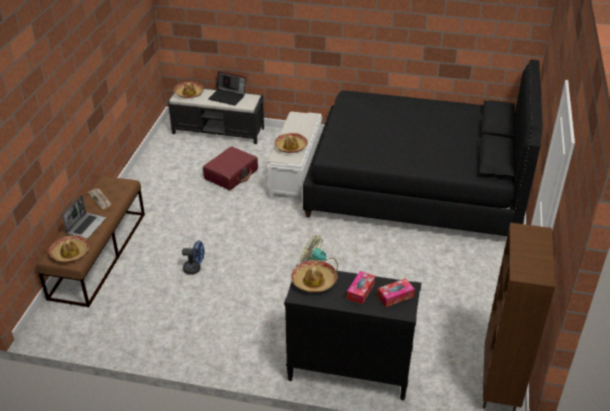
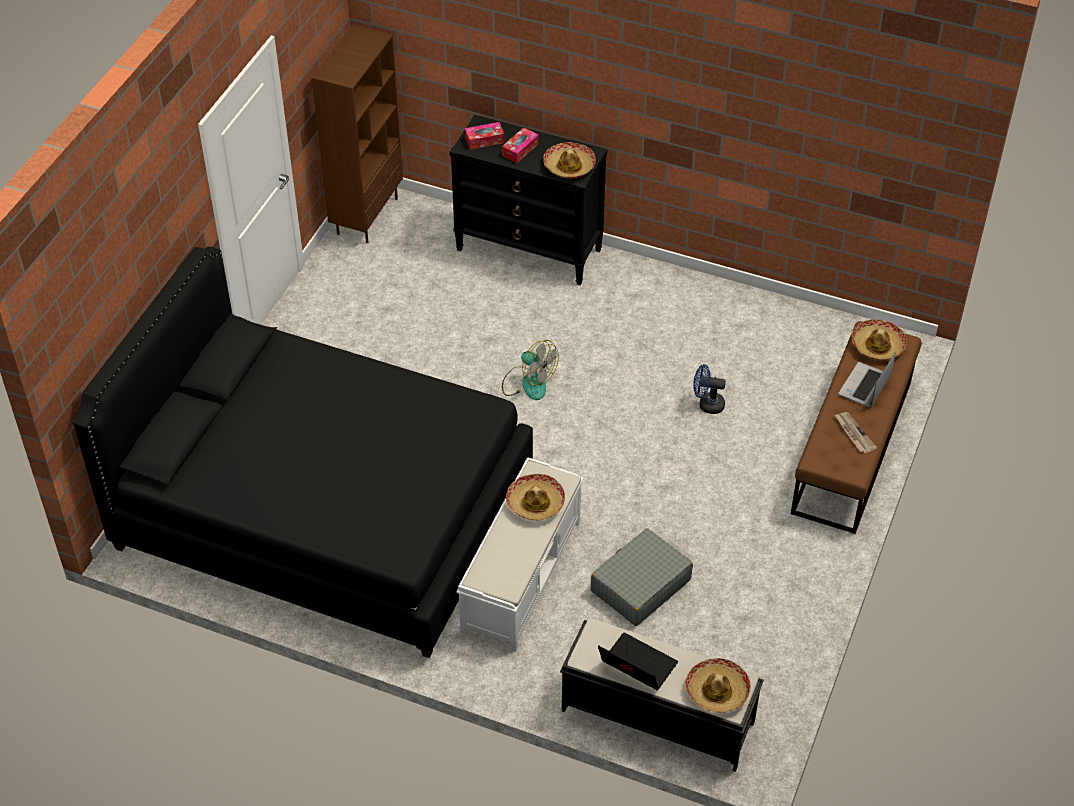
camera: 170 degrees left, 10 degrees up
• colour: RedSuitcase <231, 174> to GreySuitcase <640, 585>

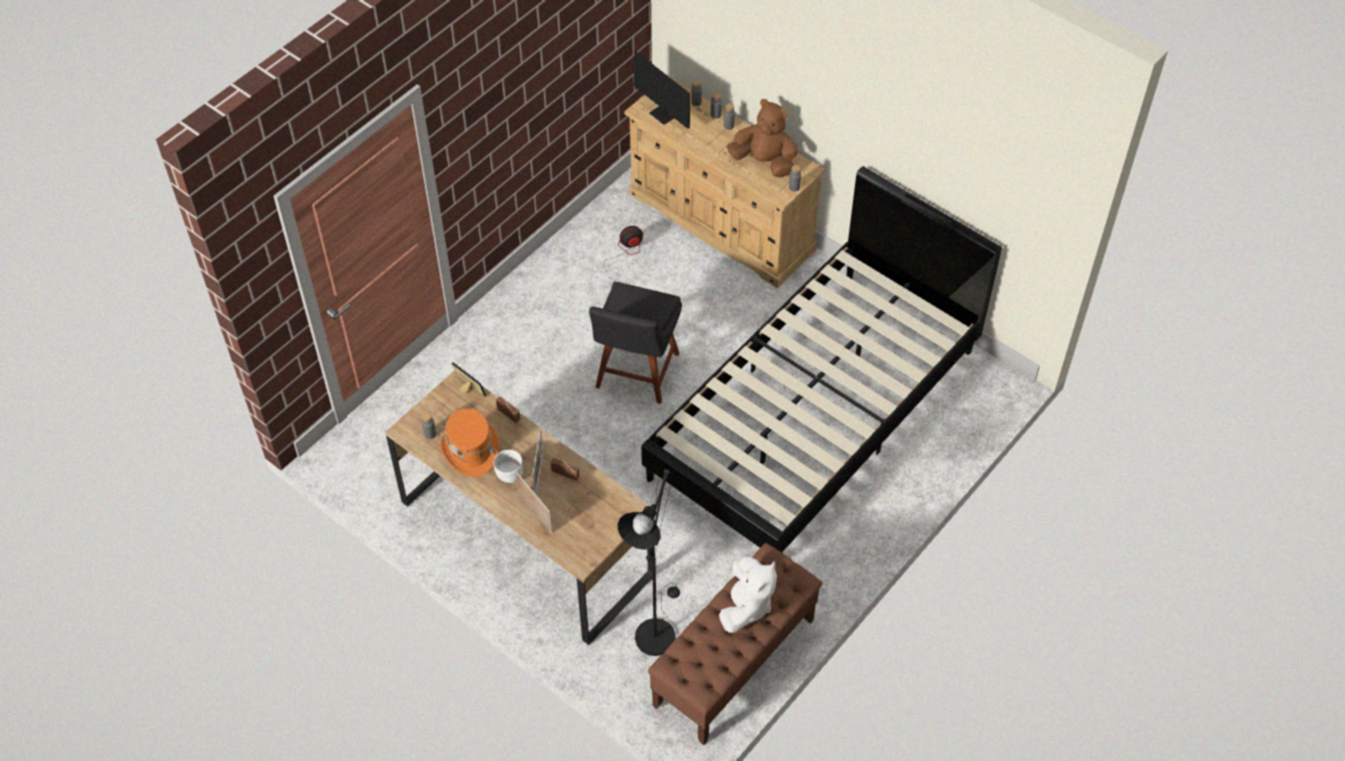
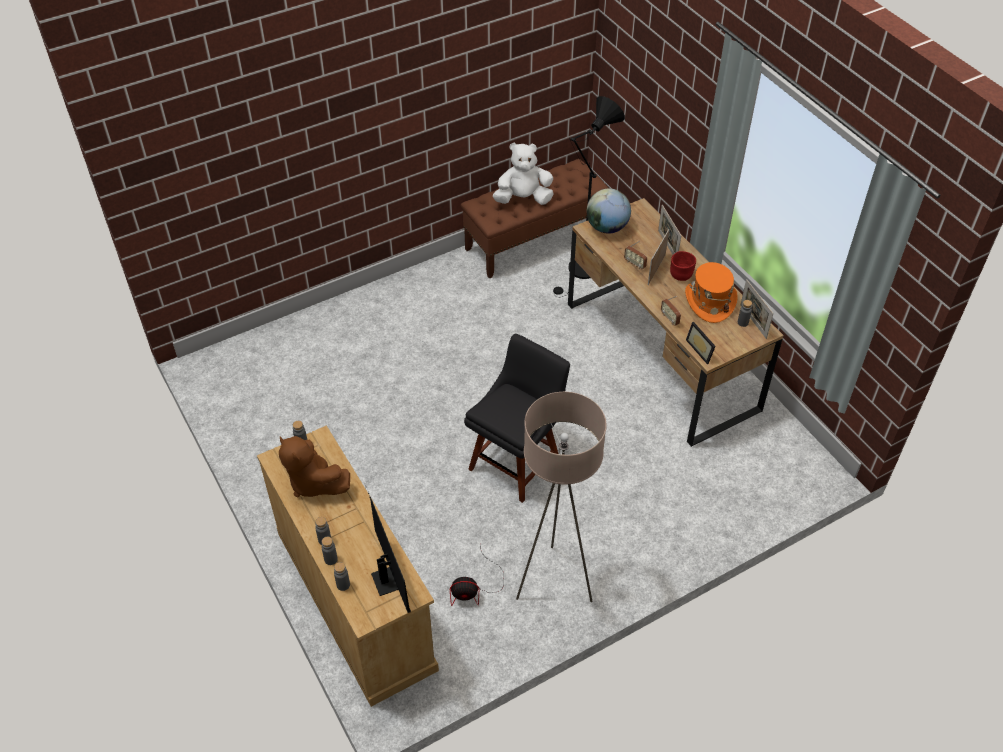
camera: 160 degrees left, 5 degrees down
• spun: WhitePlushToy <746, 606> = <523, 199> 45 degrees clockwise
• appeared: BeigeFloorLamp <553, 582>
• appeared: Globe <607, 227>
• colour: WhiteBowl <509, 475> to RedBowl <681, 275>
• appeared: PictureFrame <753, 321>
• missing: BlackBed <814, 413>

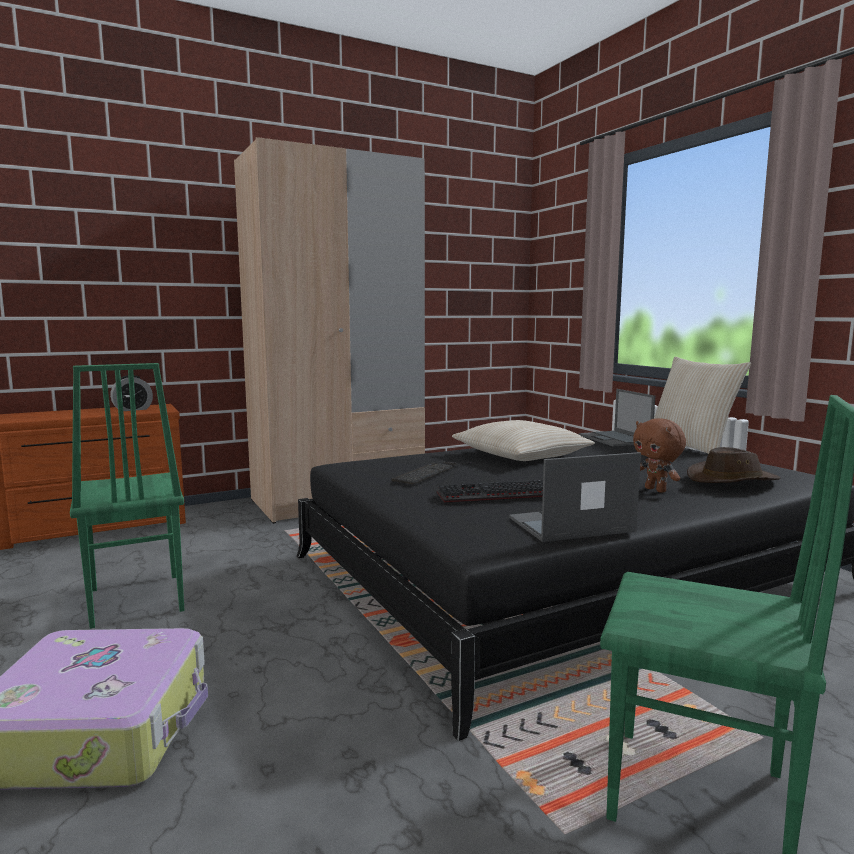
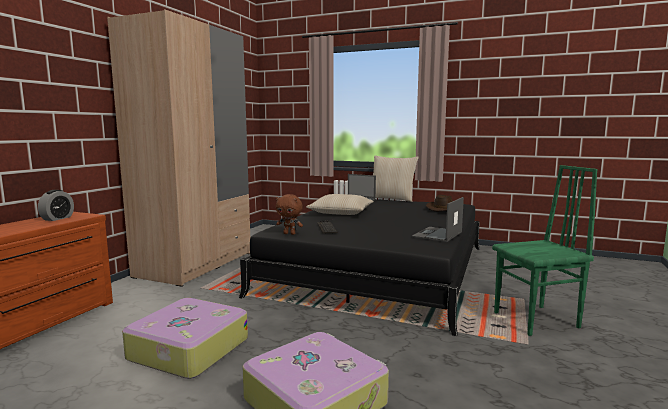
camera: 40 degrees left, 0 degrees up
• exchanged: GreenChair <134, 600> to Suitcase <187, 349>
• relocated: BrownPlushToy <656, 490> to <289, 234>
• missing: Keyboard <495, 496>

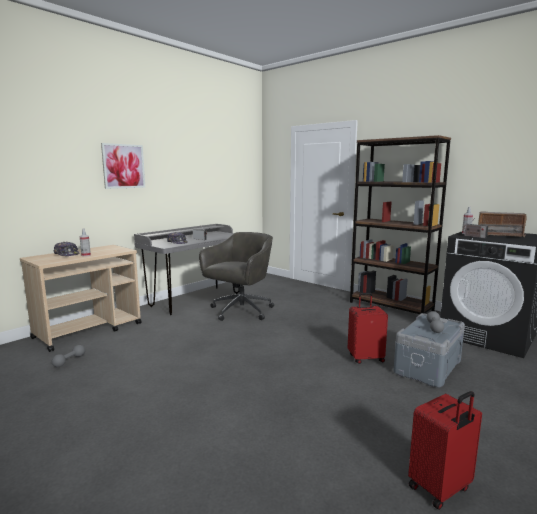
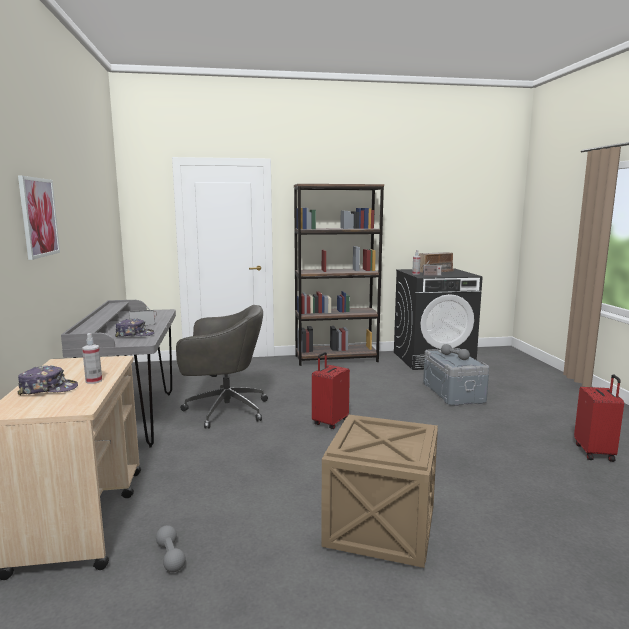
camera: 50 degrees left, 0 degrees up
• spun: GreyOfficeChair <240, 311> = <224, 410> 105 degrees clockwise
• relocated: RedSuitcase <365, 358> to <329, 422>
• appeared: Crate <380, 527>

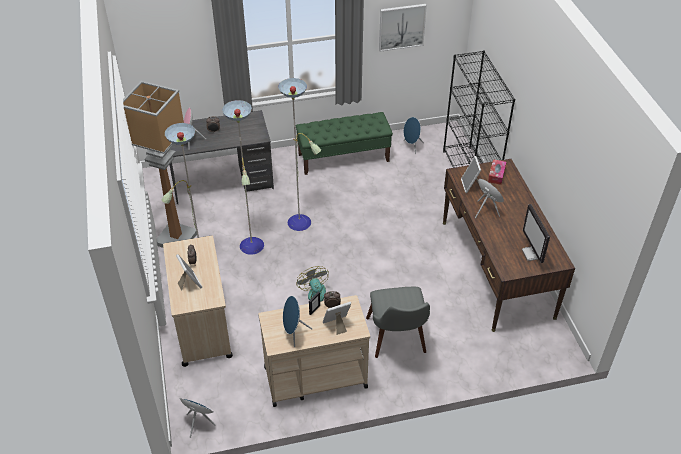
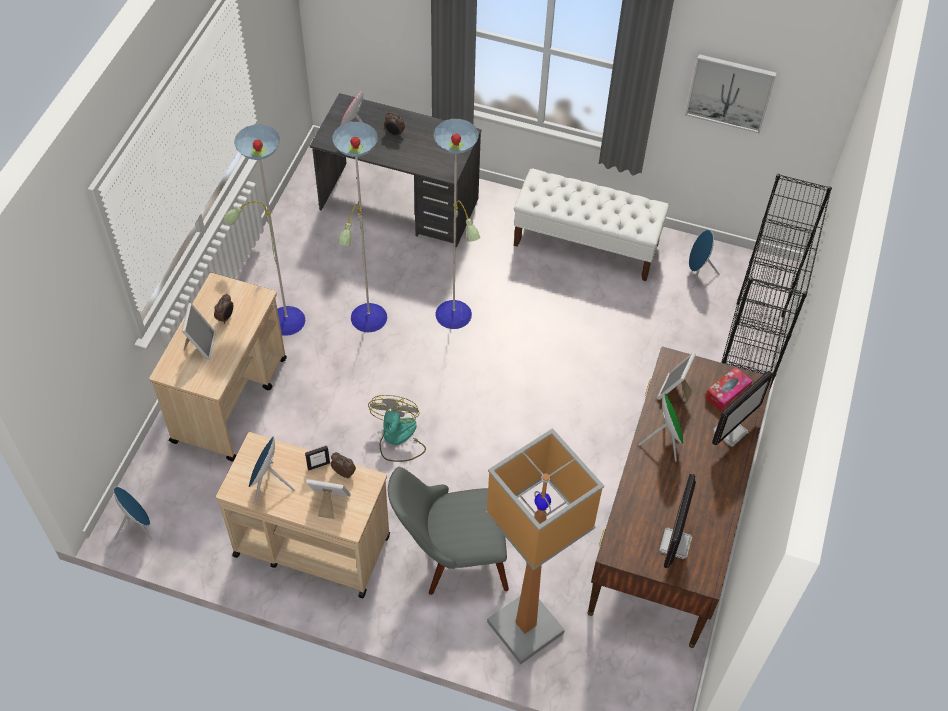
camera: 30 degrees right, 10 degrees up
• spun: GreyChair <398, 342> = <451, 557> 60 degrees clockwise
• relocated: FloorLamp <177, 238> to <527, 628>
• colour: GreenBench <344, 158> to WhiteBench <586, 244>
• appeared: Monitor <730, 431>

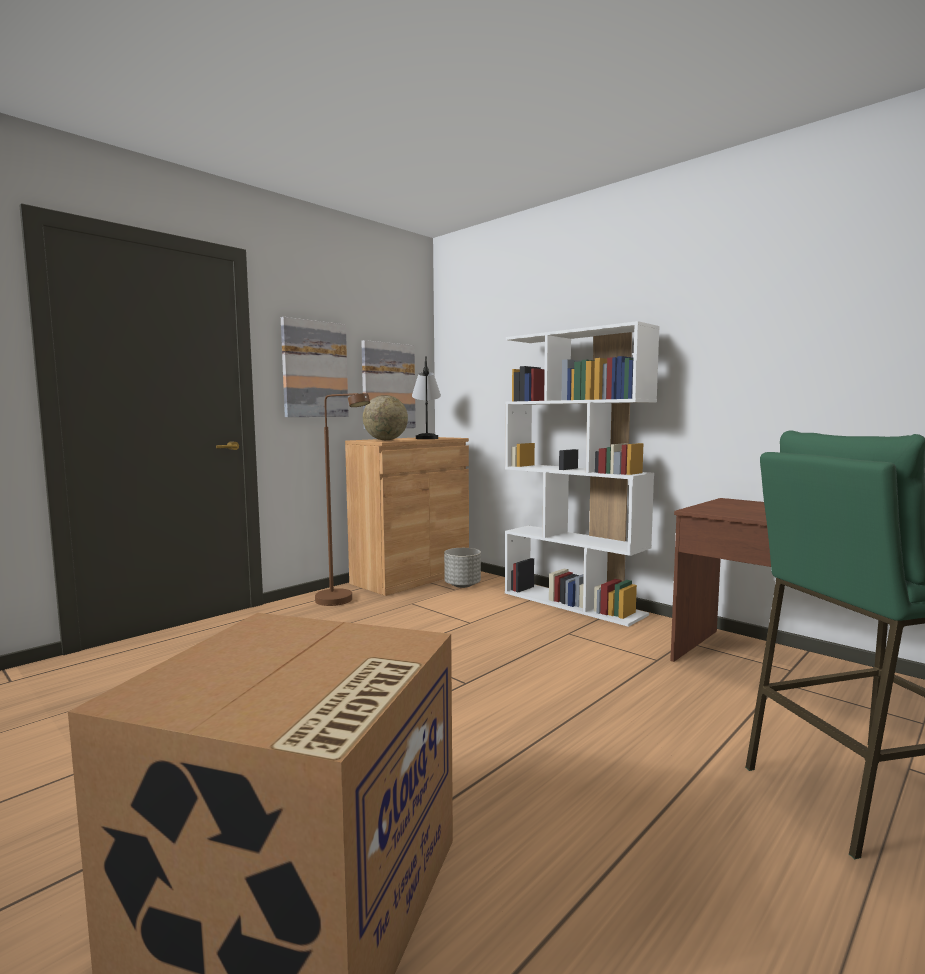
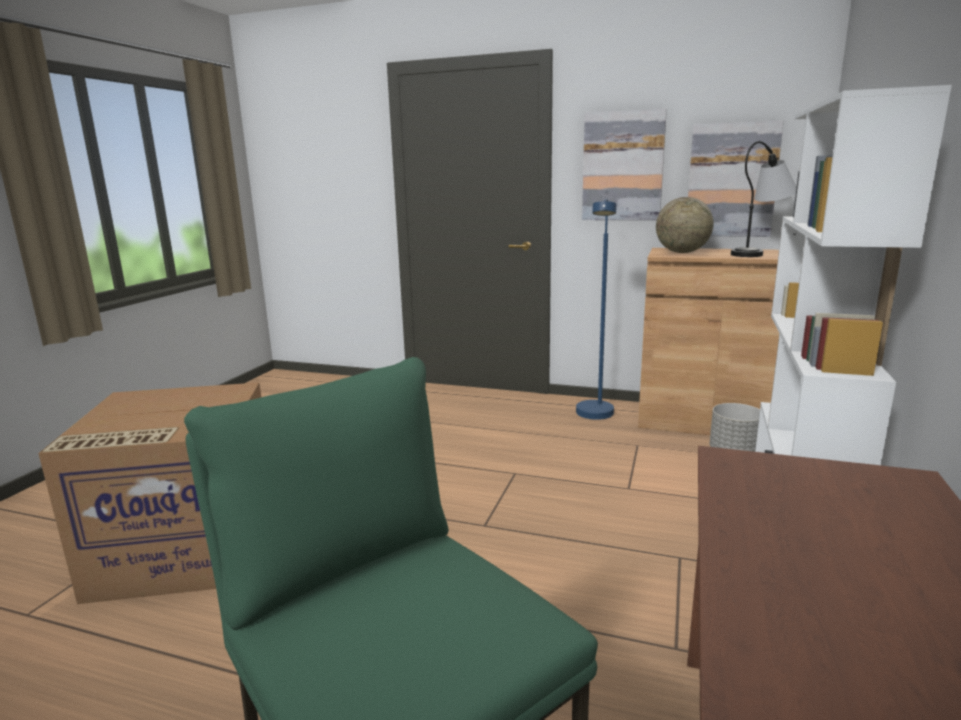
camera: 65 degrees right, 10 degrees up
• colour: BrownFloorLamp <342, 601> to BlueFloorLamp <595, 416>

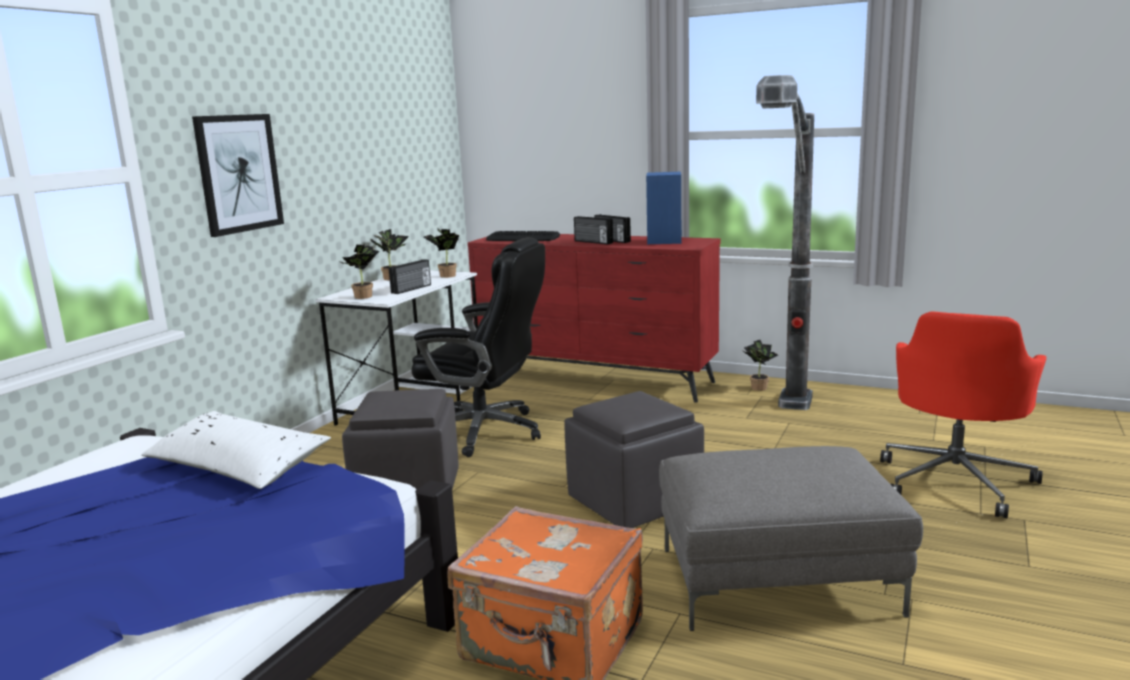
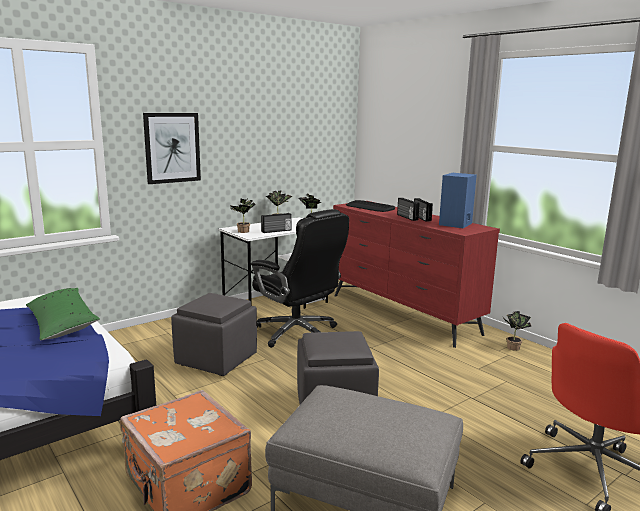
camera: 25 degrees right, 0 degrees up
• colour: WhitePillow <238, 467> to GreenPillow <62, 323>
• missing: FloorLamp <783, 442>

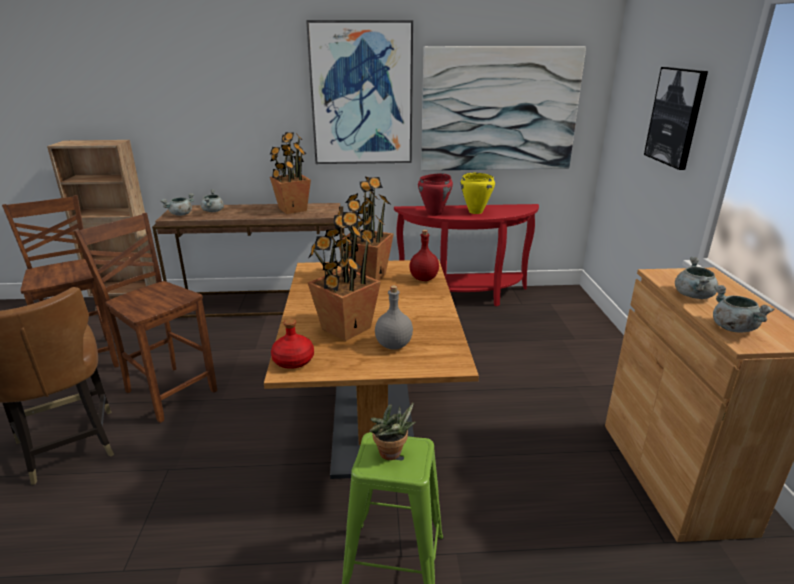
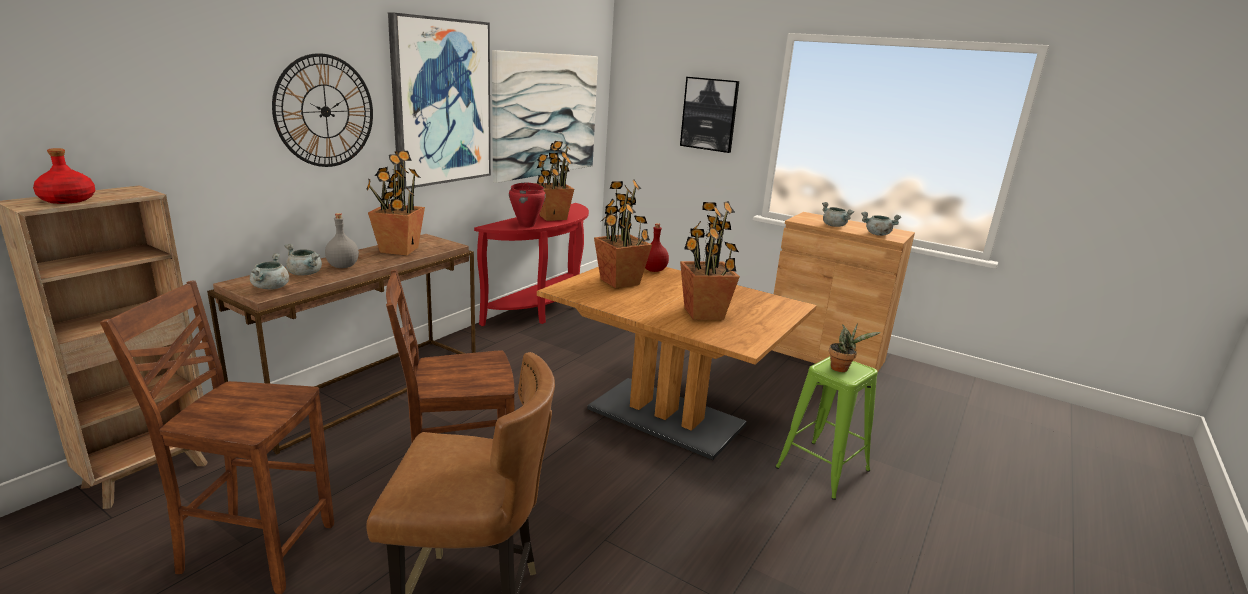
camera: 55 degrees left, 5 degrees down
• relocated: RedBottle <293, 360> to <67, 200>
• appeared: WallClock <325, 111>
• relocated: GreyBottle <394, 345> to <343, 266>
• exchanged: YellowCookingPot <475, 212> to PottedPlant <552, 217>

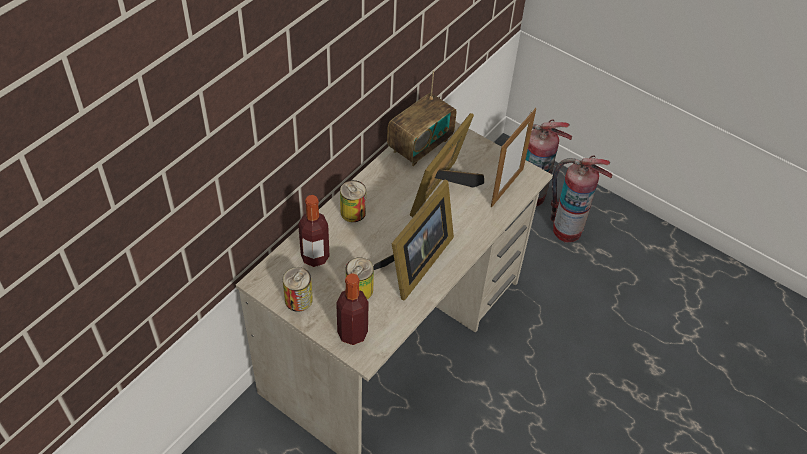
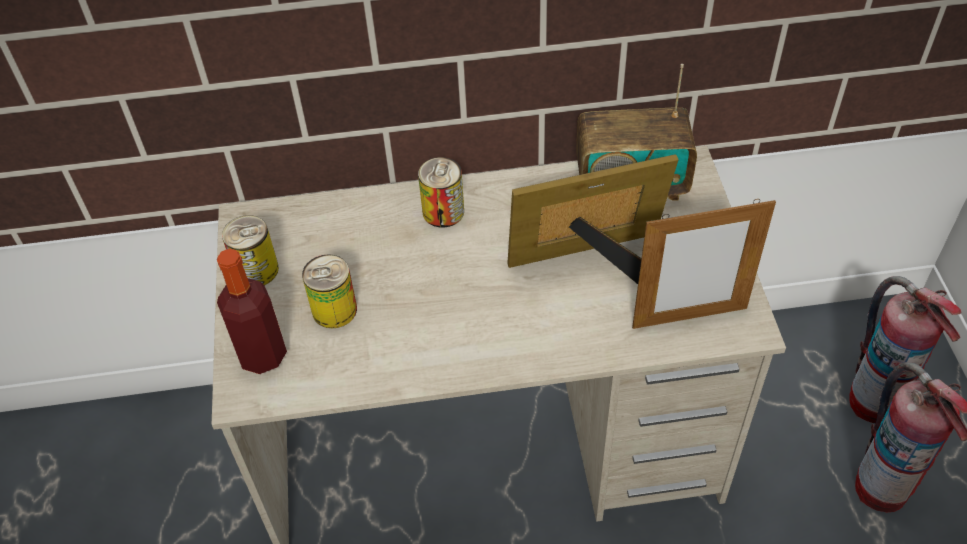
camera: 50 degrees right, 0 degrees up
• missing: Bottle <315, 257>
• missing: PictureFrame <415, 264>

